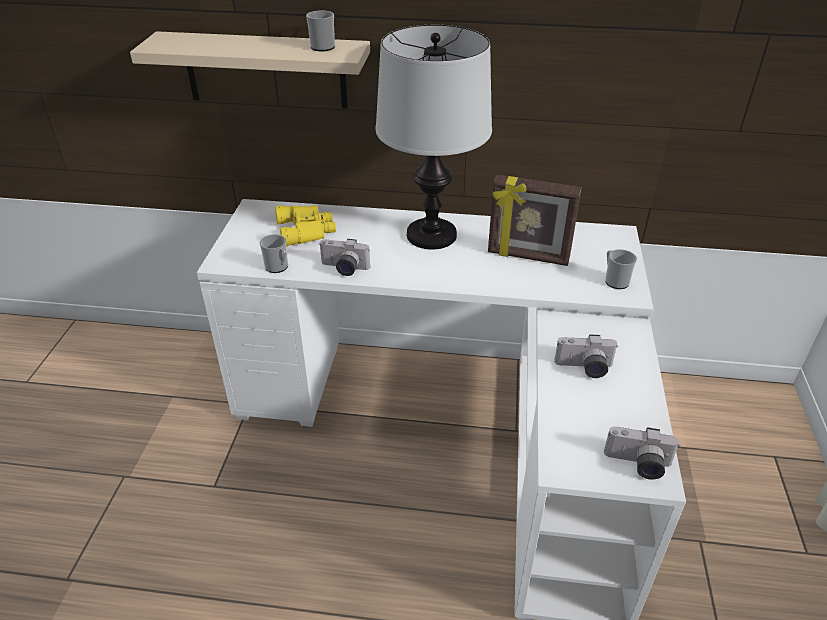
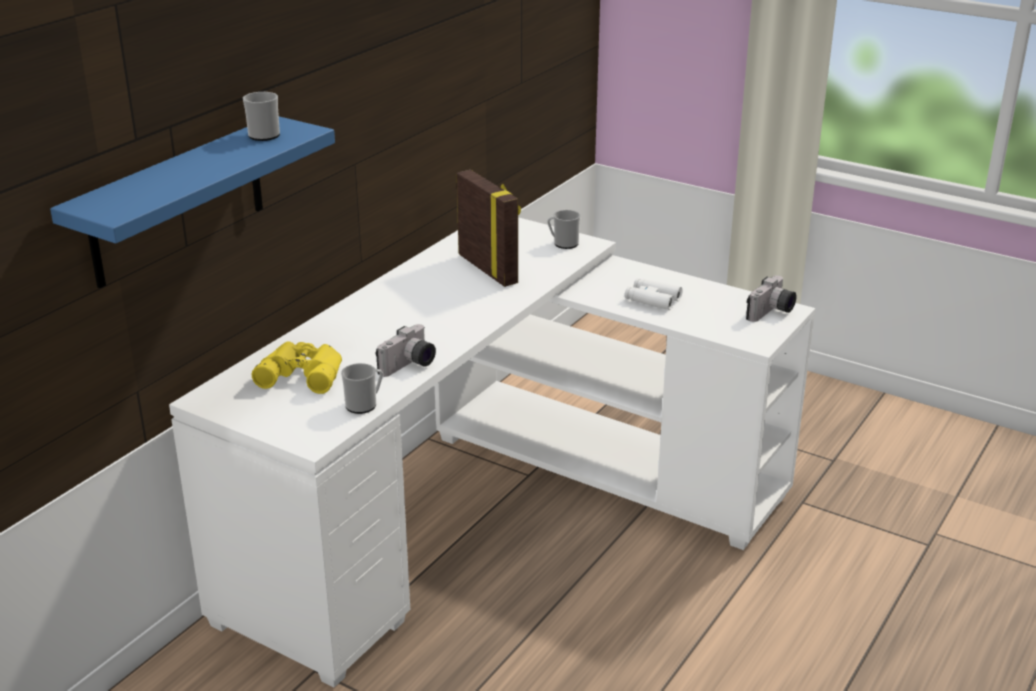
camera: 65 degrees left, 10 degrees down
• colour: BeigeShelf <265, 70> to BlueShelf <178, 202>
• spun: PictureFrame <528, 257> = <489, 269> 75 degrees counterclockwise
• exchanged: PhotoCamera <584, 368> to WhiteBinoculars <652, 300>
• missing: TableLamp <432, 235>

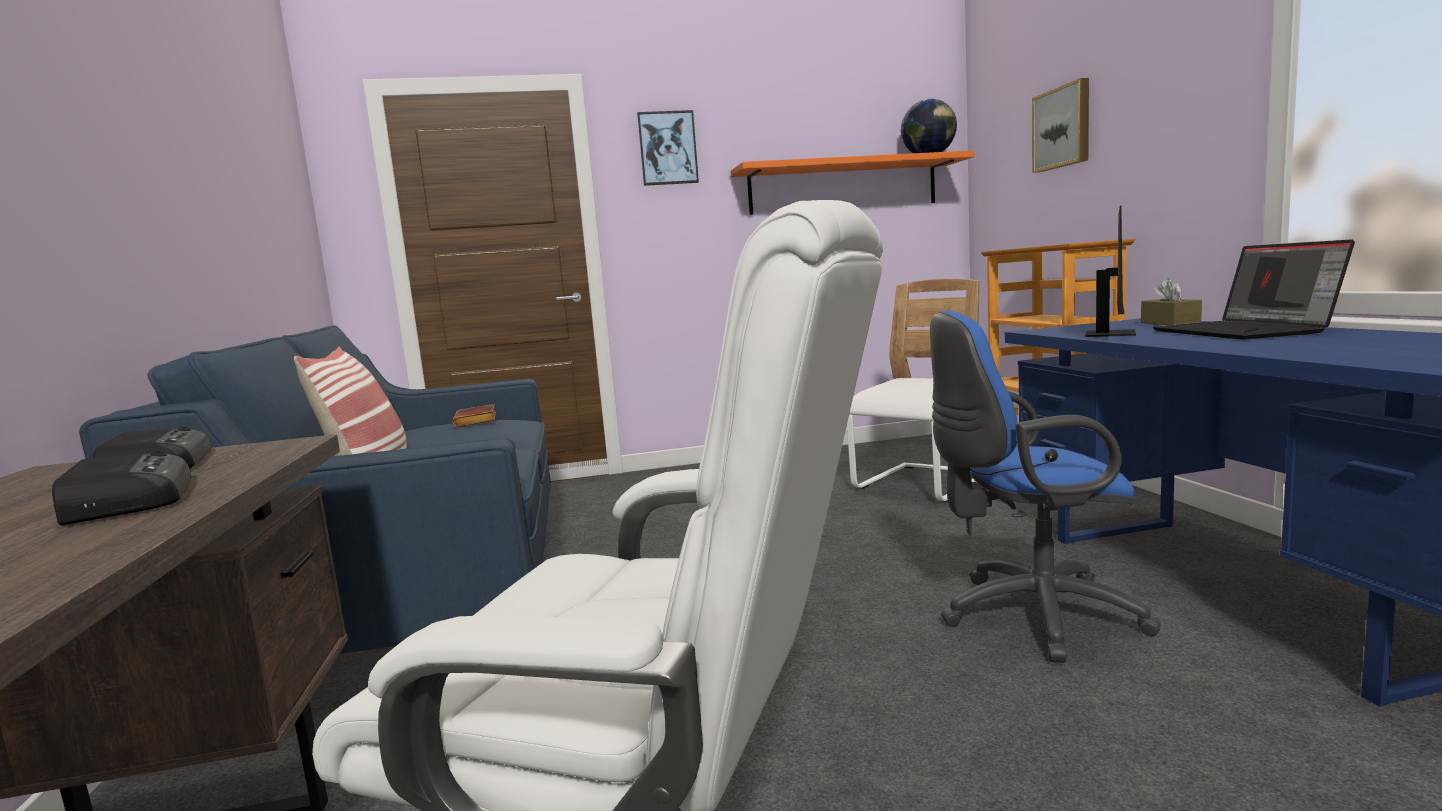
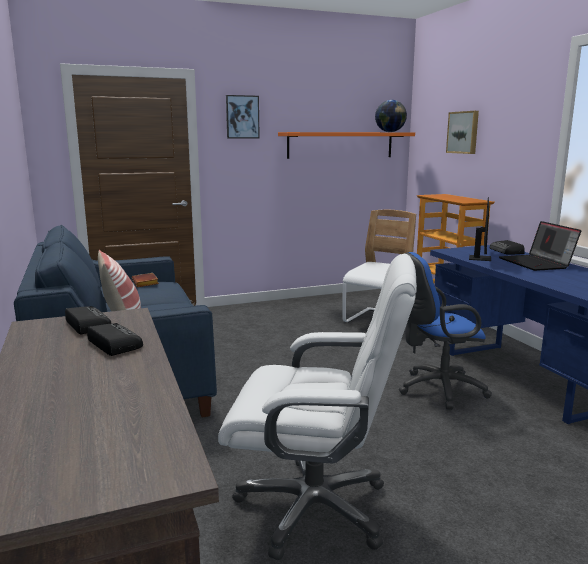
camera: 10 degrees left, 5 degrees up
• exchanged: BrownTissueBox <1169, 323> to Radio <506, 251>

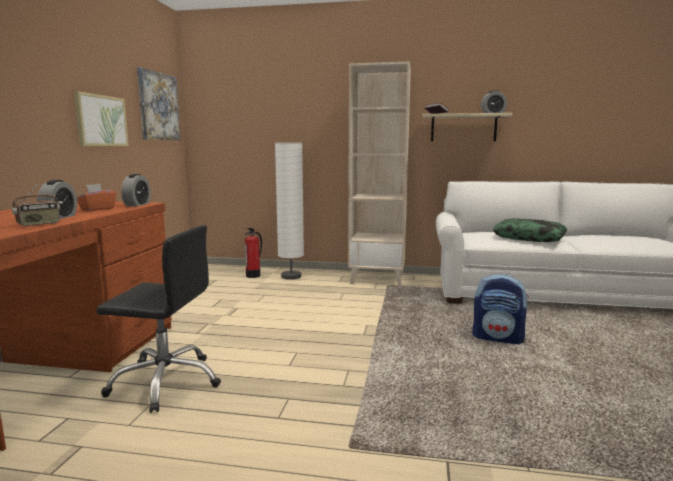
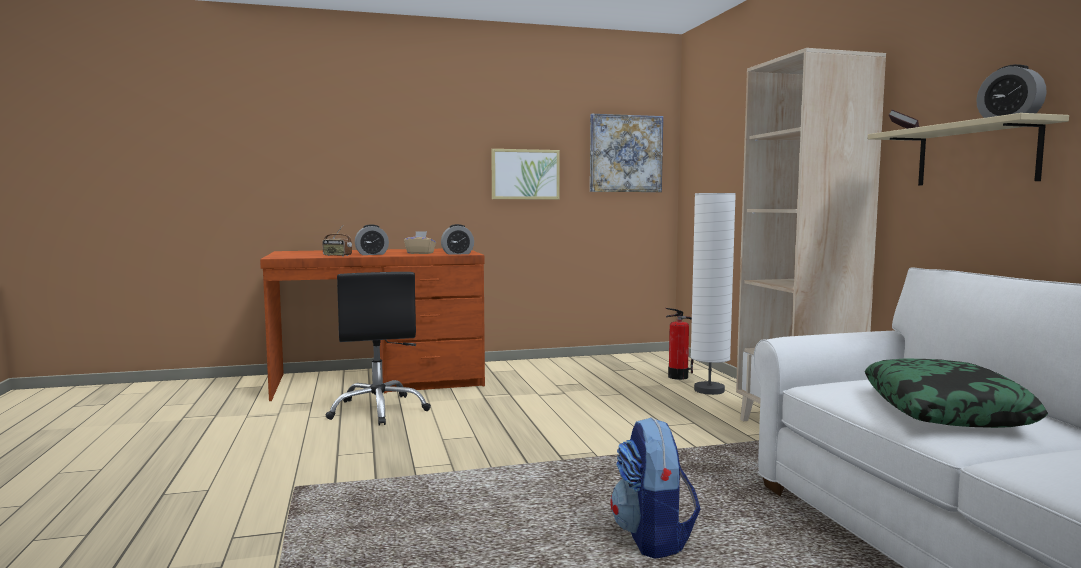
camera: 65 degrees right, 5 degrees down
• colour: OrangeTissueBox <97, 209> to BeigeTissueBox <420, 253>

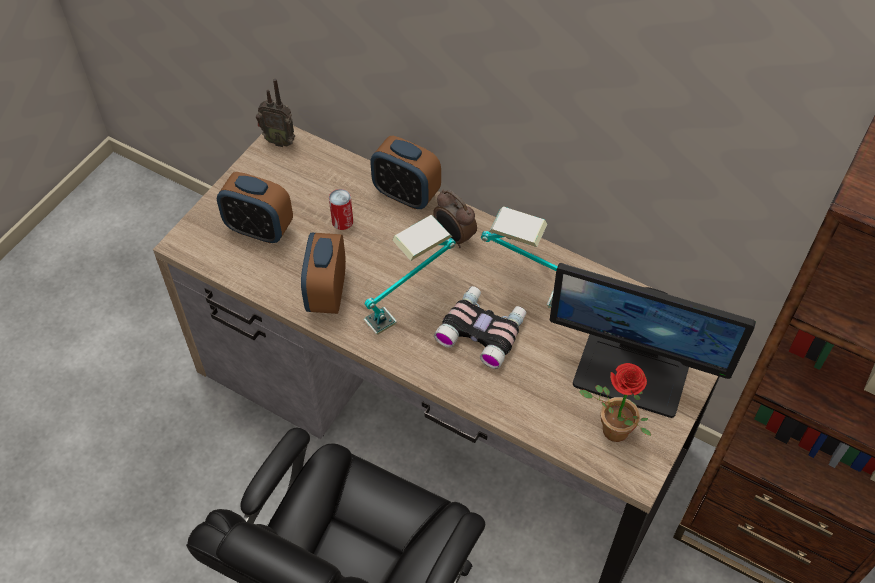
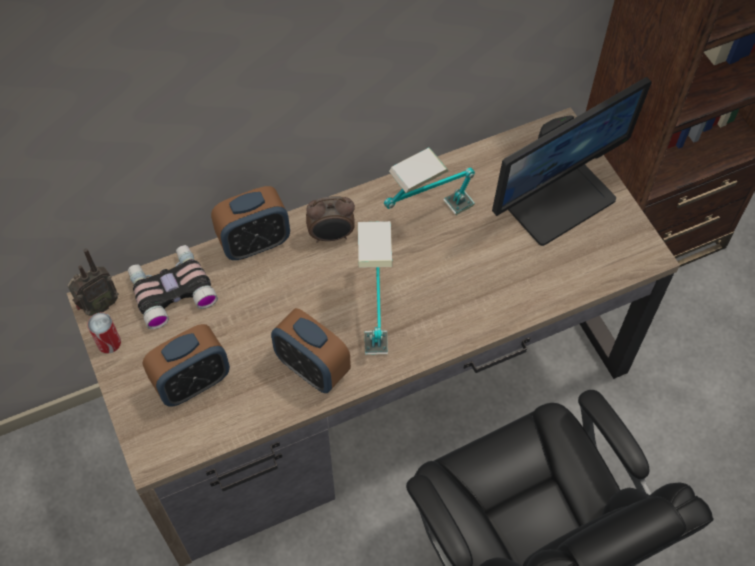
camera: 55 degrees left, 5 degrees up
• relocated: Can <342, 221> to <109, 342>
• relocated: Binoculars <482, 330> to <171, 289>
• missing: PottedPlant <609, 432>

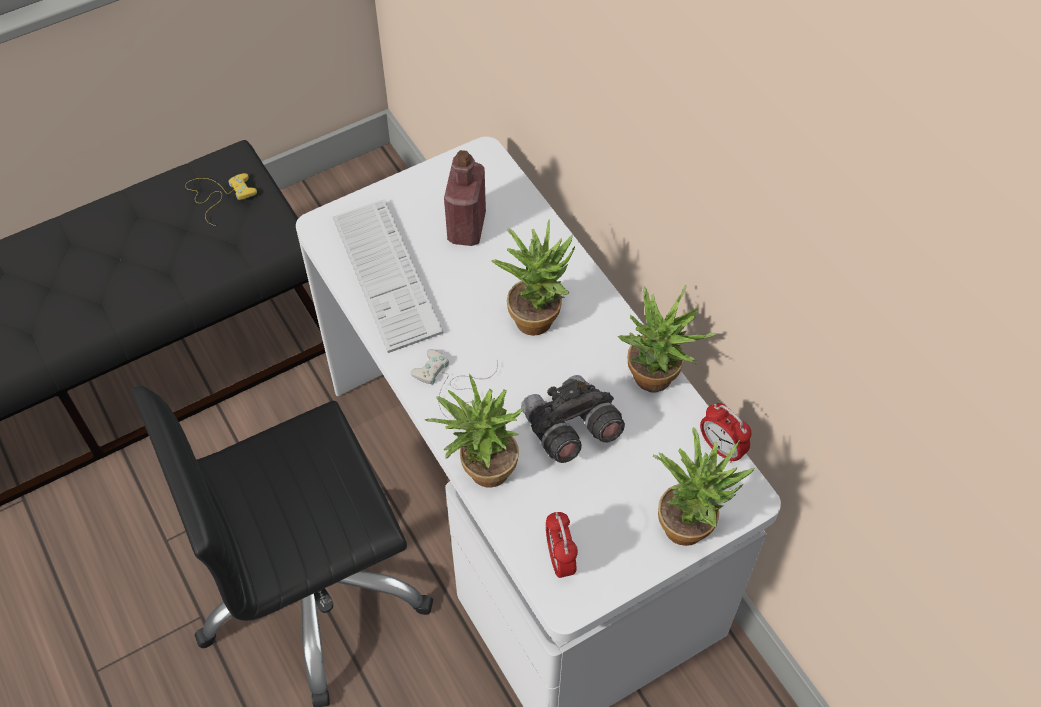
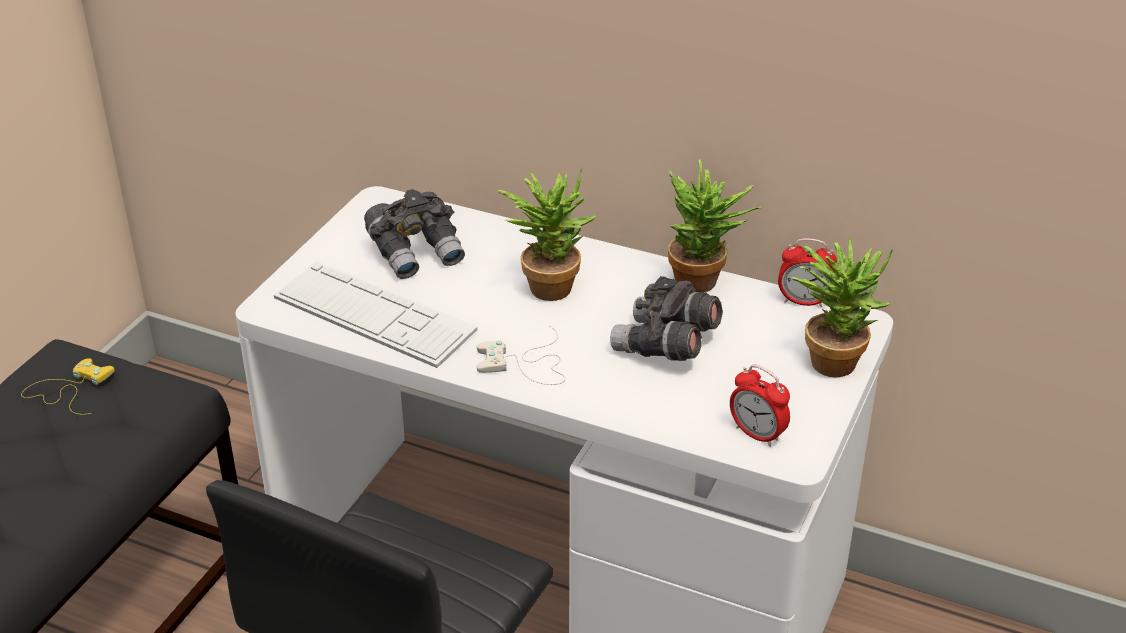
camera: 35 degrees left, 20 degrees down
• exchanged: RedBottle <466, 227> to GreyBinoculars <417, 253>
• missing: PottedPlant <480, 469>

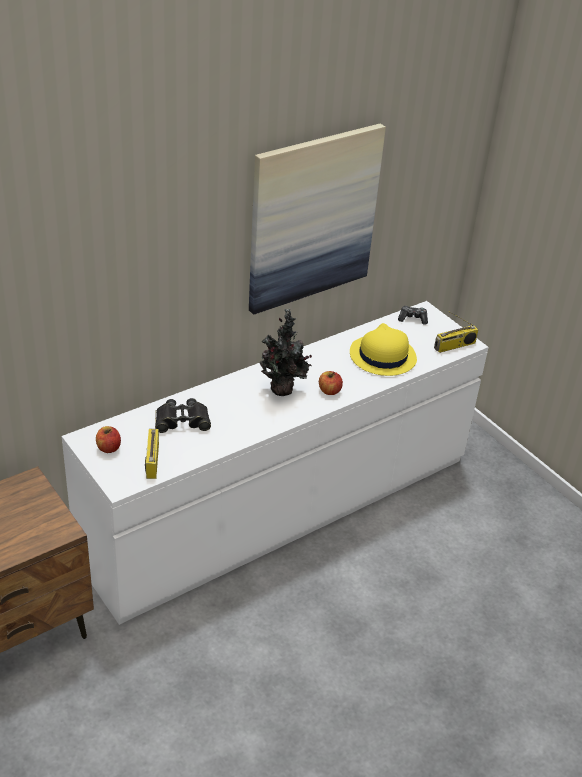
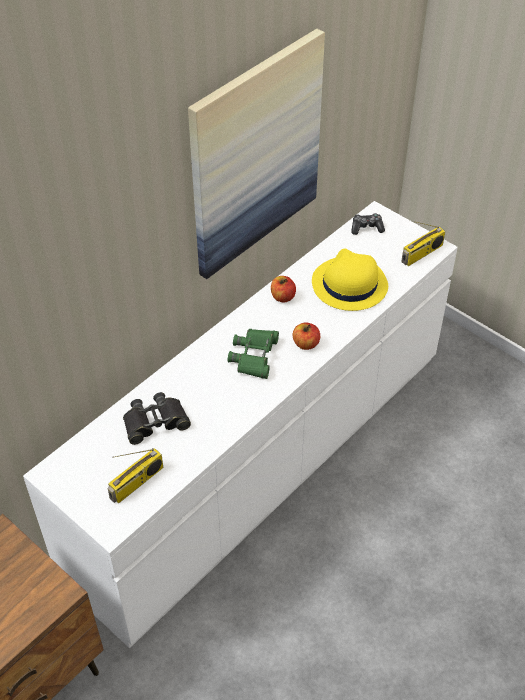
camera: 10 degrees left, 10 degrees up
• spun: Radio <152, 460> = <137, 483> 120 degrees counterclockwise
• exchanged: PottedPlant <282, 391> to GreenBinoculars <254, 356>
• relocated: Apple <108, 448> to <282, 297>

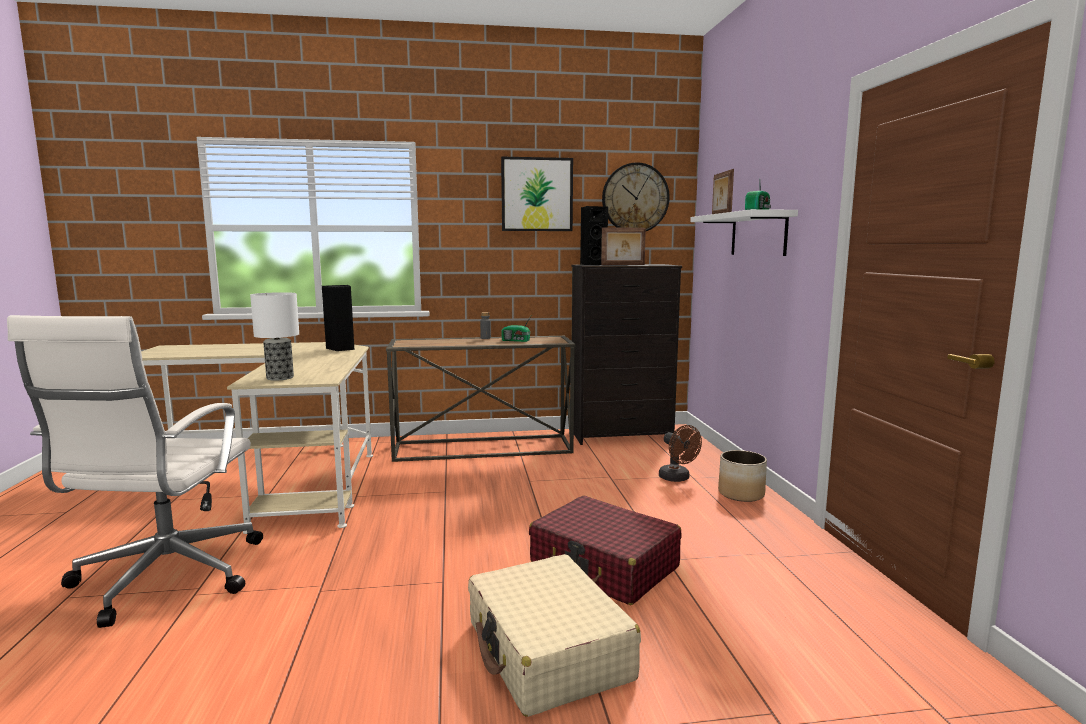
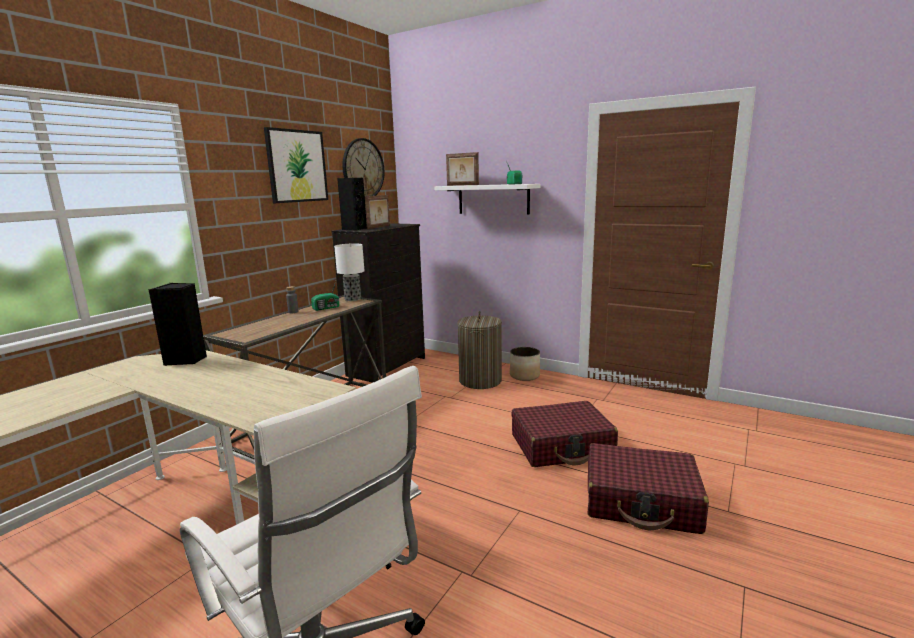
camera: 50 degrees left, 5 degrees up
• relocated: TableLamp <279, 378> to <352, 299>
• exchanged: BrownFan <677, 478> to LaundryBasket <480, 381>
• colour: BeigeSuitcase <548, 651> to RedSuitcase <641, 501>

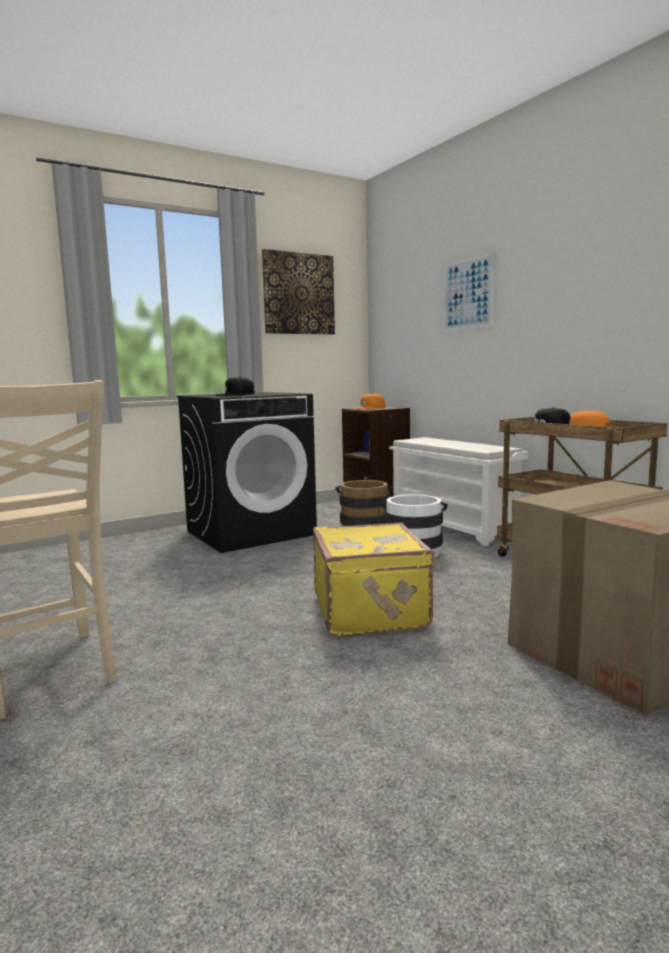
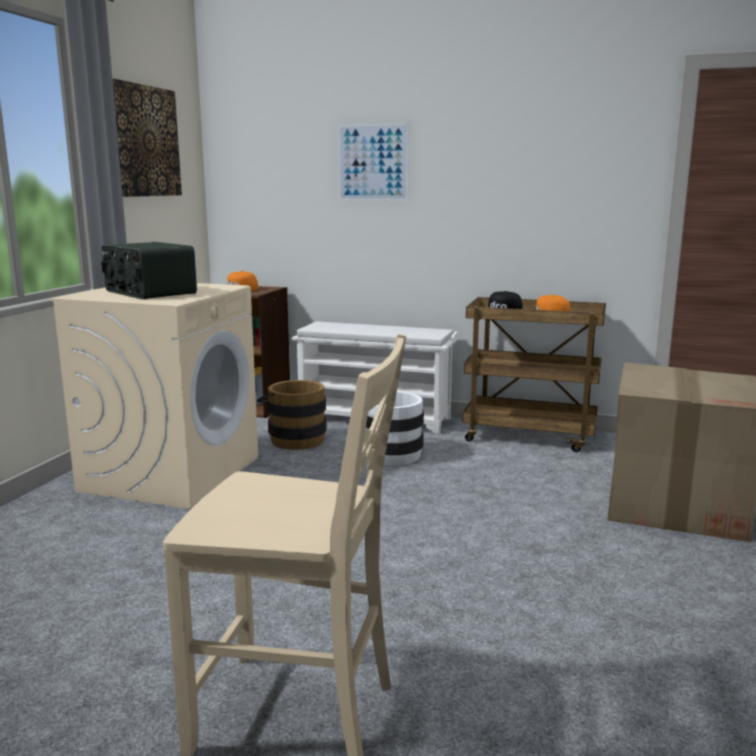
camera: 40 degrees left, 5 degrees up
• colour: BlackWashingMachine <251, 533> to BeigeWashingMachine <171, 473>
• exchanged: BlackCap <235, 394> to Radio <149, 292>
• missing: YellowSuitcase <372, 611>

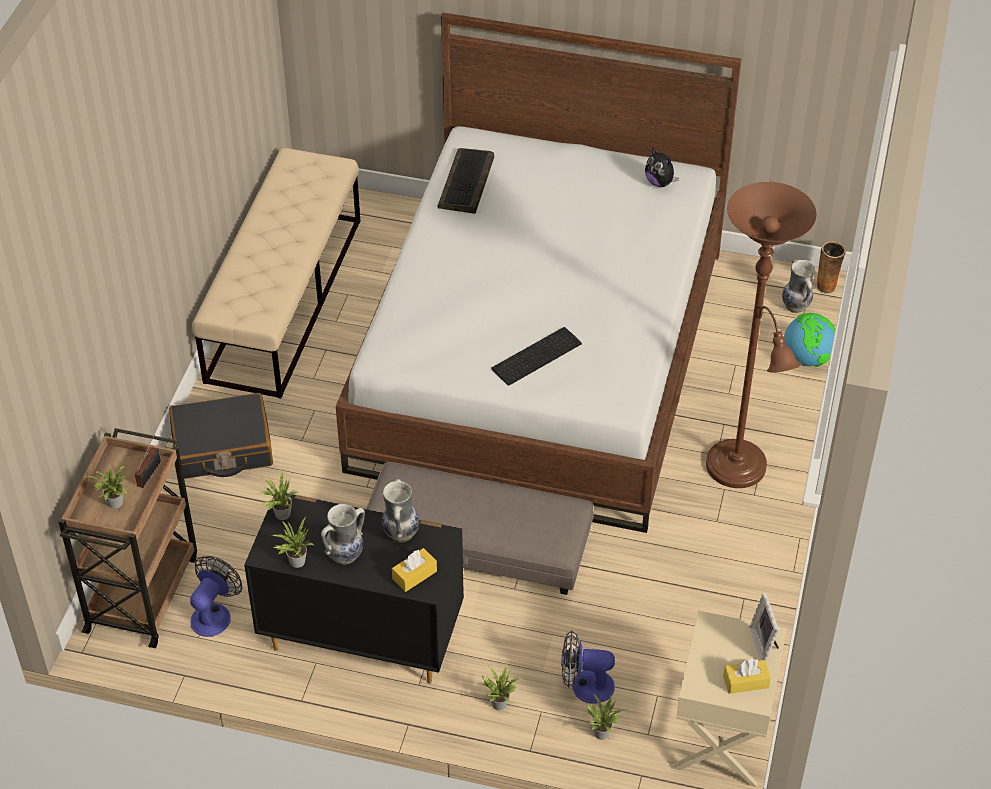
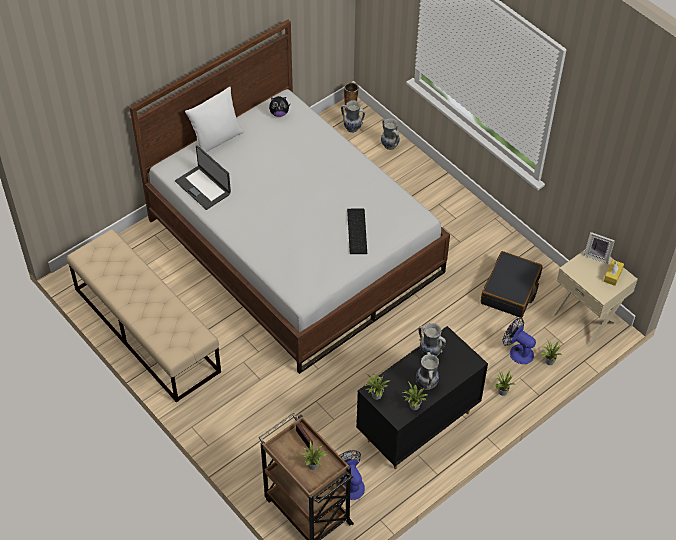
camera: 55 degrees left, 5 degrees up
• exchanged: Keyboard <467, 183> to Laptop <203, 187>
• appeared: WhitePillow <216, 140>
• exchanged: Globe <807, 358> to Vase <389, 145>
• relocated: BlackSuitcase <222, 447> to <510, 290>
• spun: Fan <584, 686> = <517, 351> 90 degrees clockwise
• missing: GreyOttoman <478, 545>
• missing: YellowTissueBox <414, 575>
• missing: BrownFloorLamp <740, 471>

